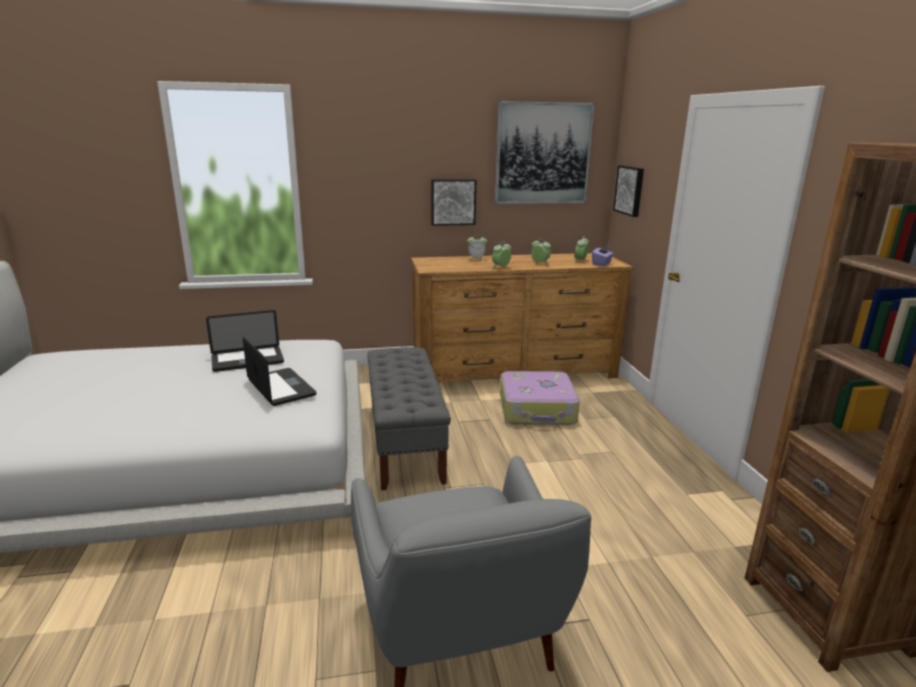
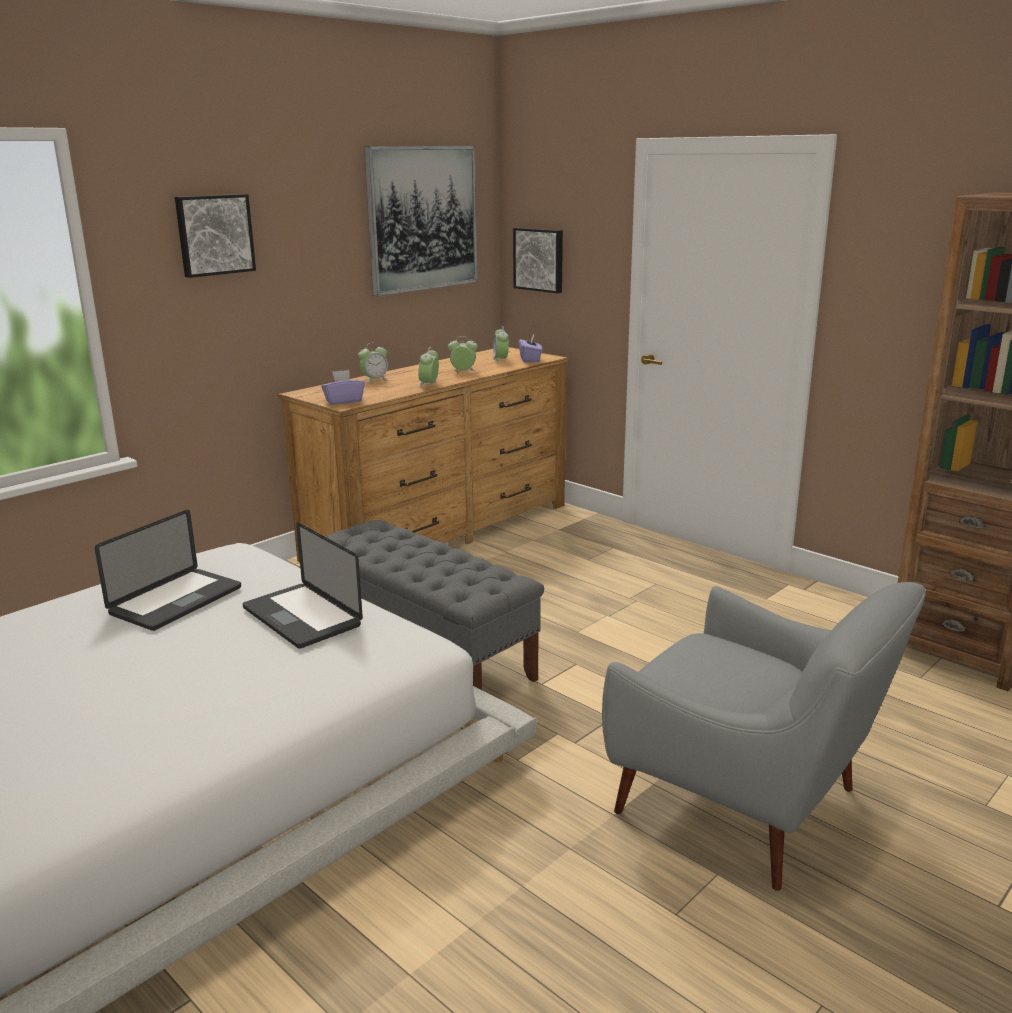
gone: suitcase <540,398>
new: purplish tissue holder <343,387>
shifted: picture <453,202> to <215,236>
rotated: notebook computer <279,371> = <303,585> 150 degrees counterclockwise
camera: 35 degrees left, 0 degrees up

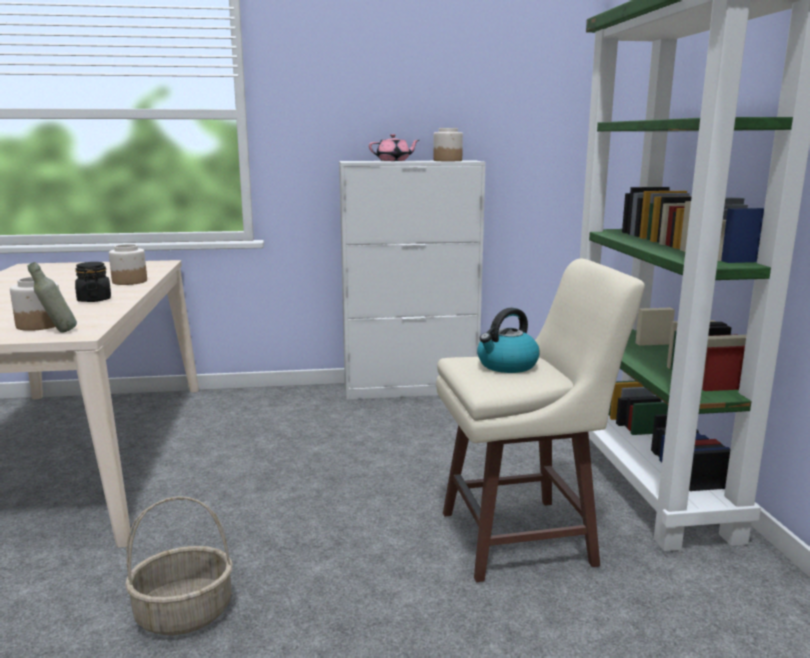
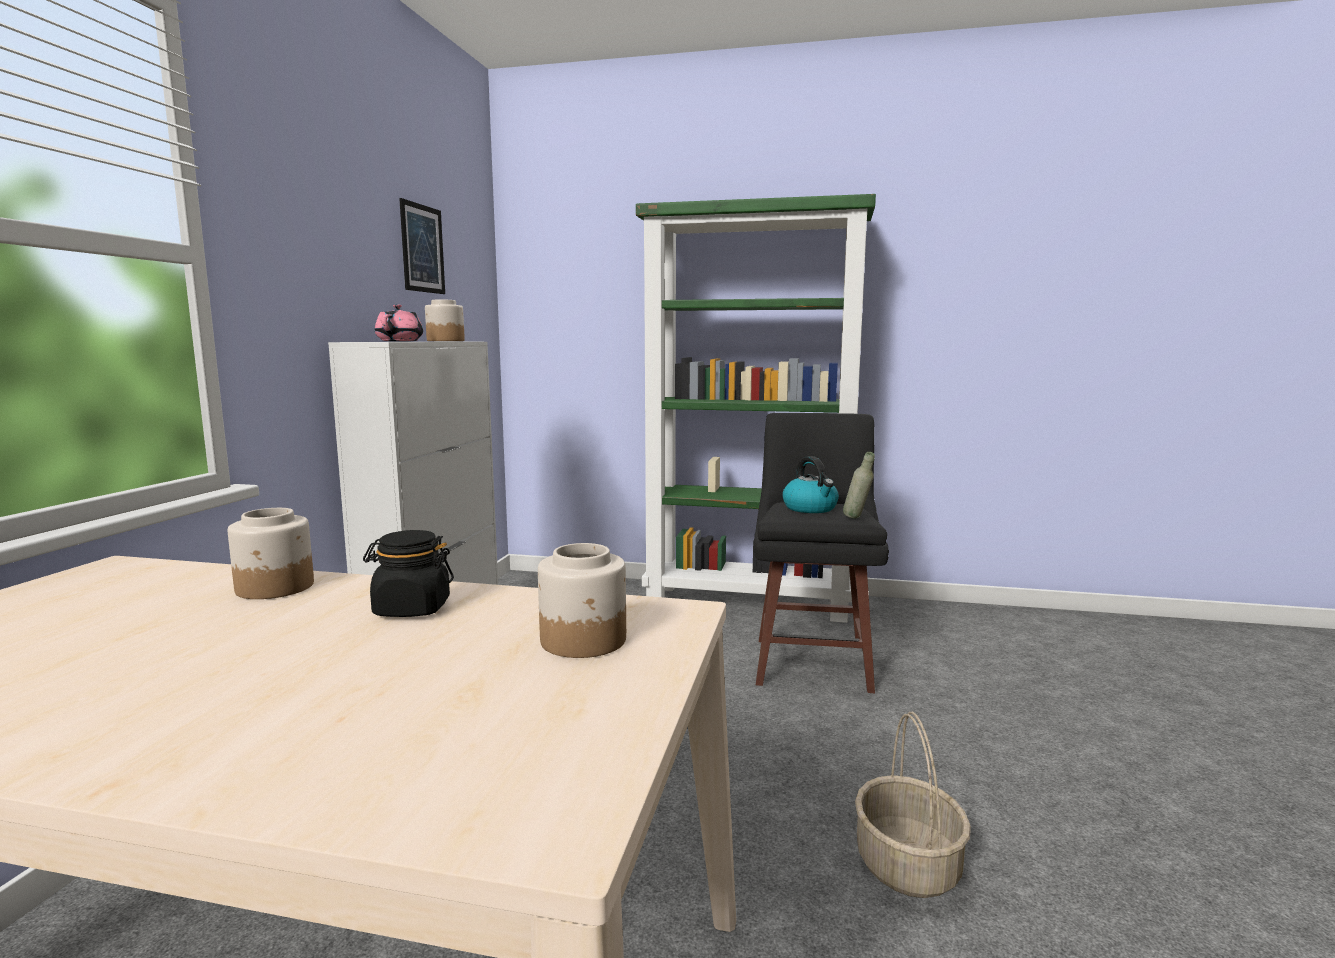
new: picture <422,246>
shifted: grey bottle <52,297> to <859,485>
repainted: sand-coloured stool seat <540,420> to blackish stool seat <821,553>
camera: 70 degrees left, 5 degrees down

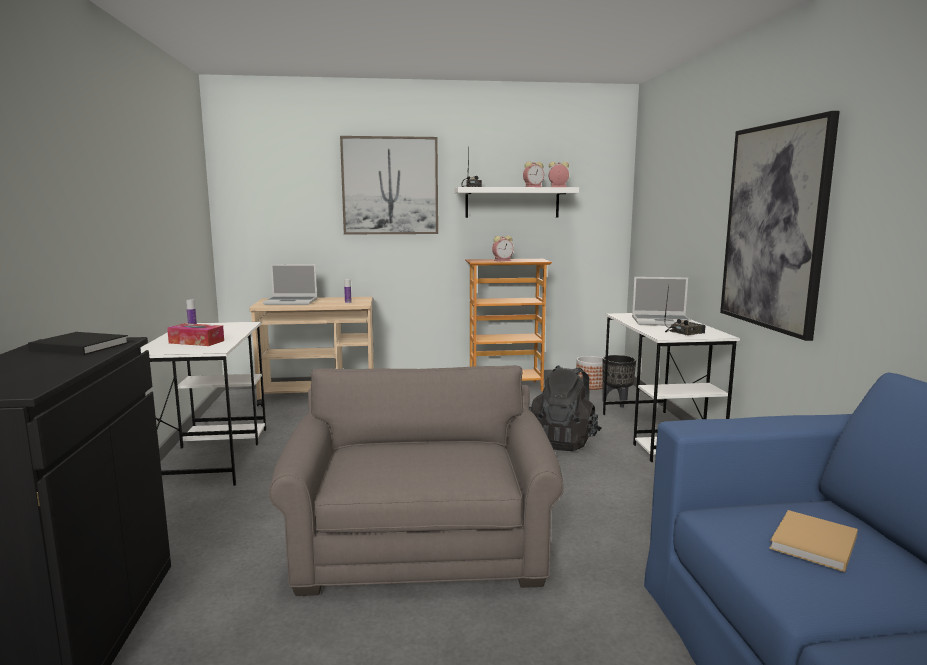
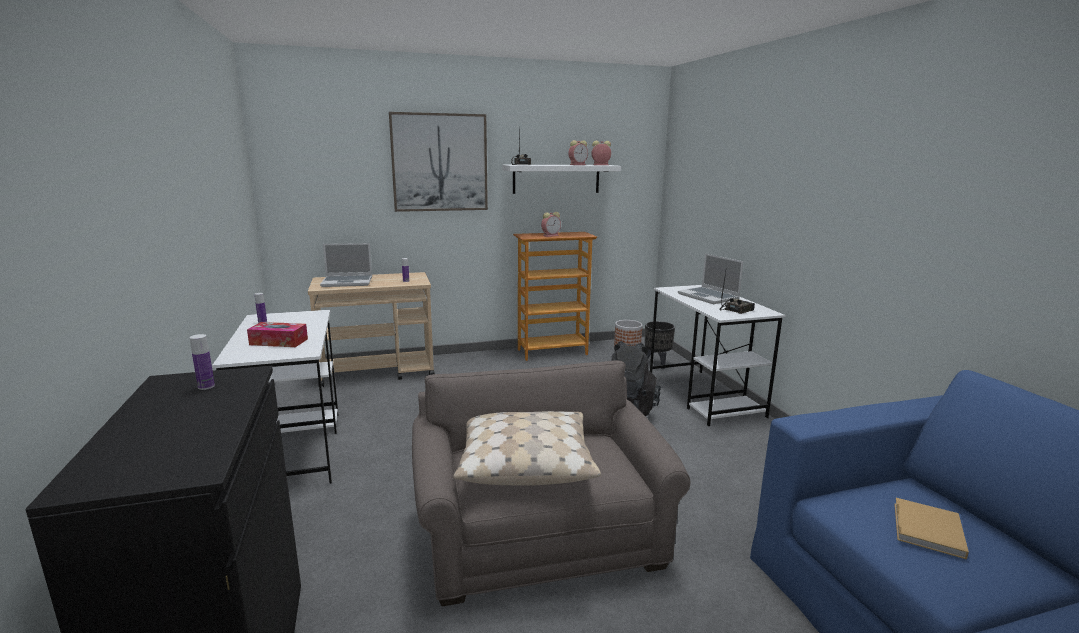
gone: picture <780,226>
new: sand-coloured throw pillow <527,448>
swapped: blackish book <78,343> to bottle <202,362>
rotated: notebook computer <663,301> = <711,279> 60 degrees clockwise
camera: 10 degrees left, 5 degrees up

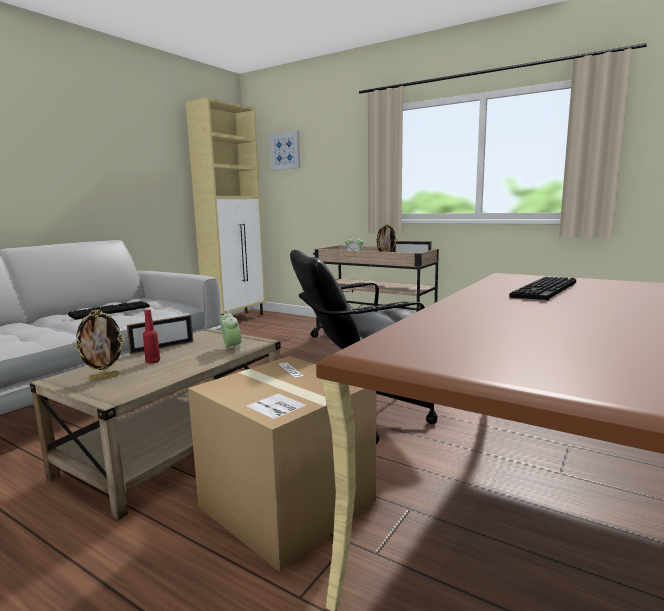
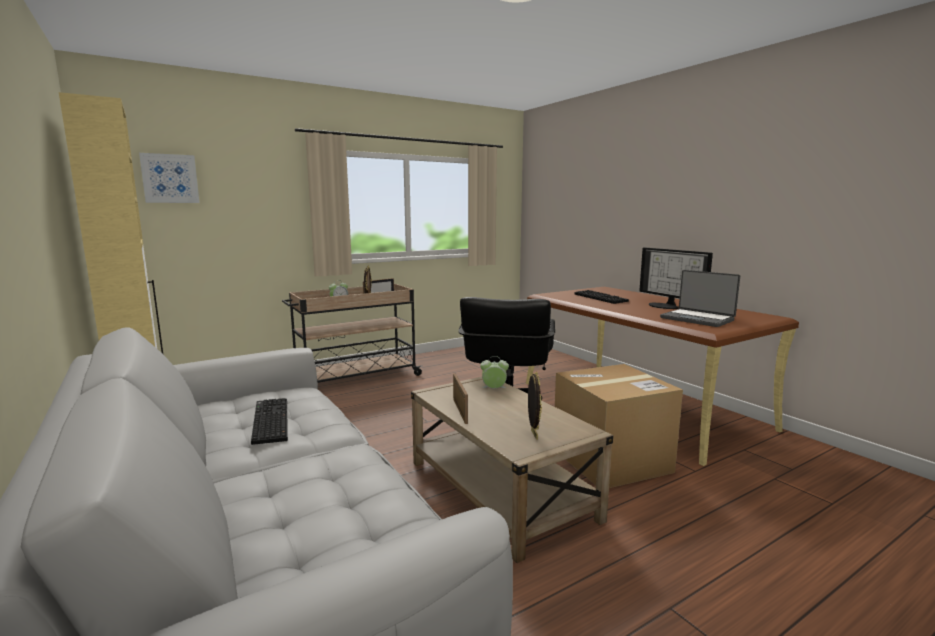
gone: red-coloured bottle <151,336>
new: computer display <676,278>; notebook computer <700,298>
camera: 65 degrees left, 0 degrees up

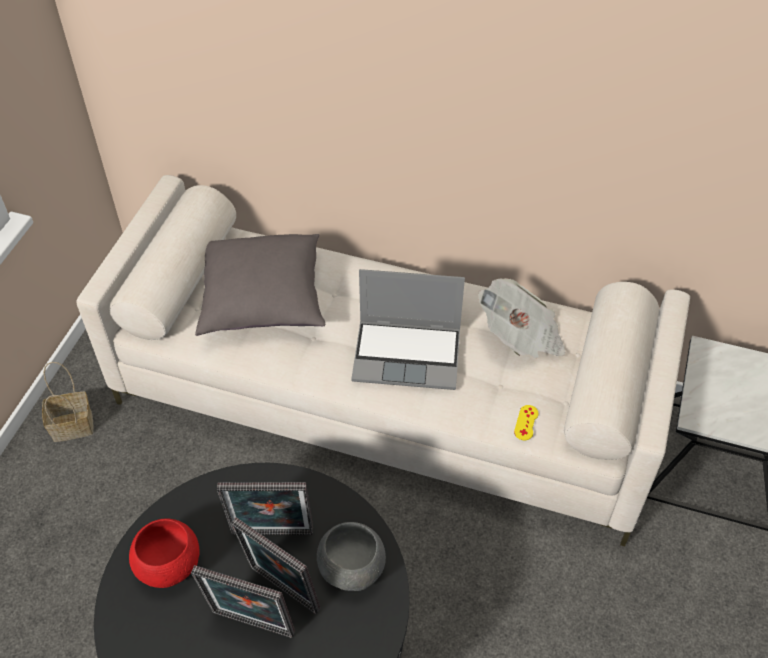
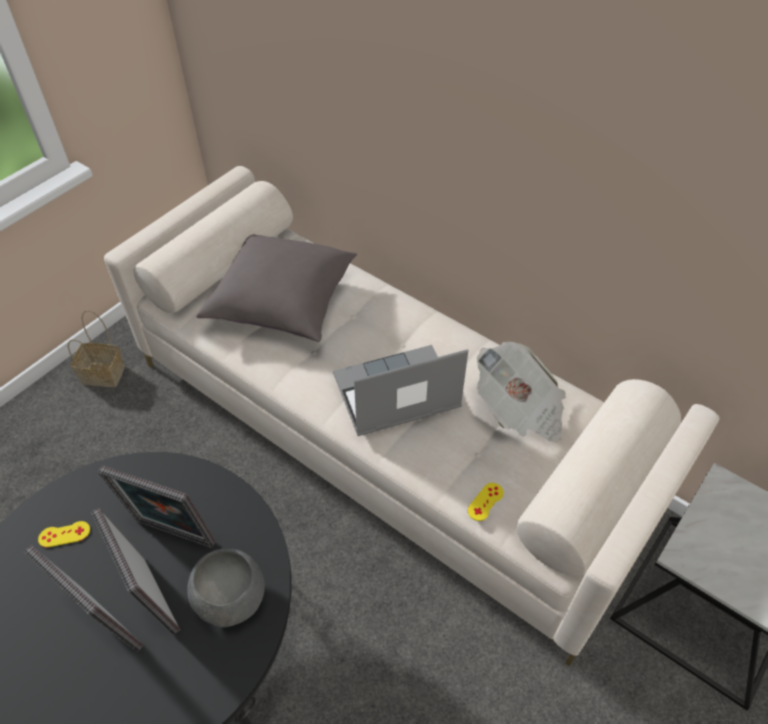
swapped: red-coloured deep dish <164,553> to yellow joypad <64,534>
rotated: notebook computer <408,329> = <400,390> 135 degrees clockwise
camera: 20 degrees right, 0 degrees up

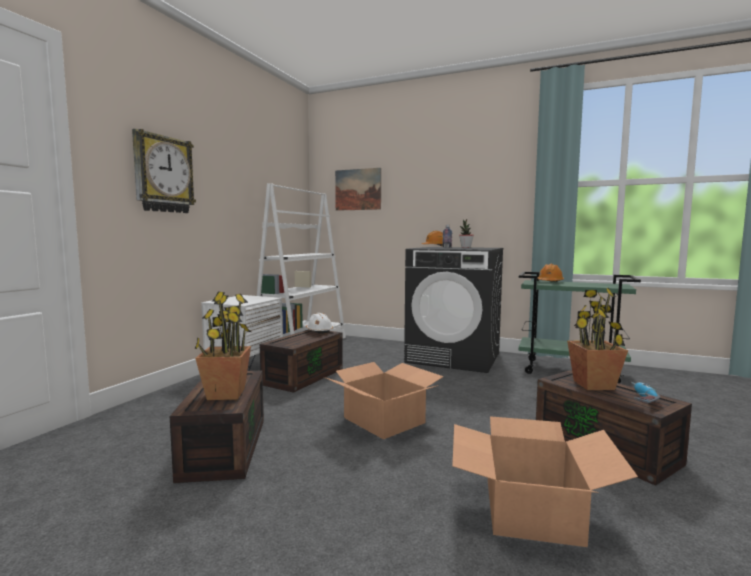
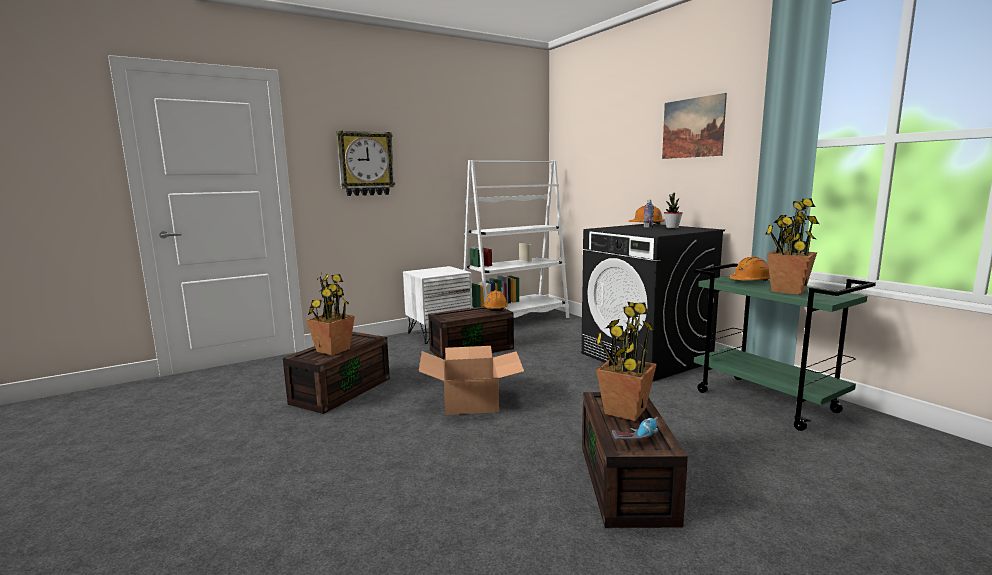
gone: cardboard box <545,481>
new: plant in a pot <792,247>
shifted: picture <358,189> to <694,126>
repainted: whitish work helmet <319,323> to orangey work helmet <496,301>
camera: 35 degrees right, 5 degrees up

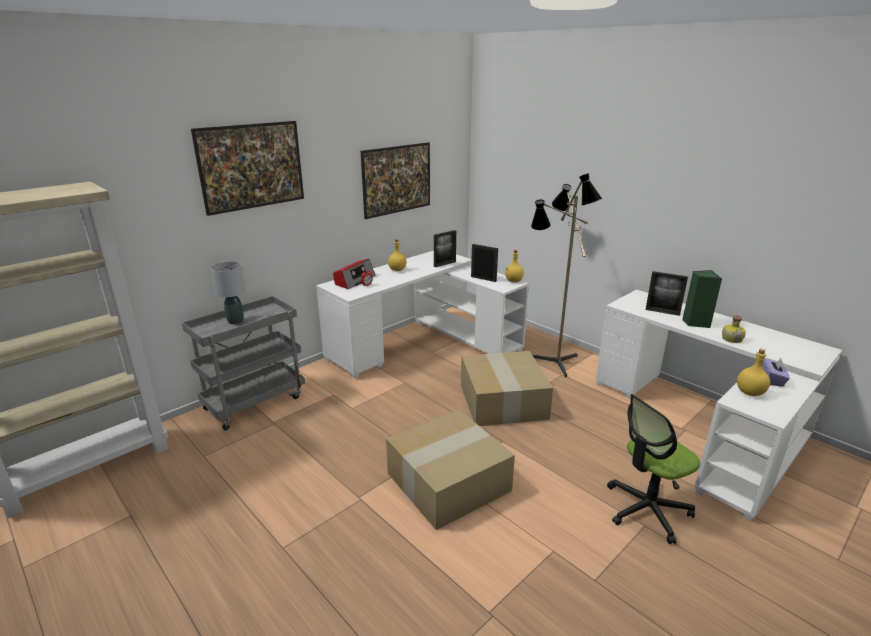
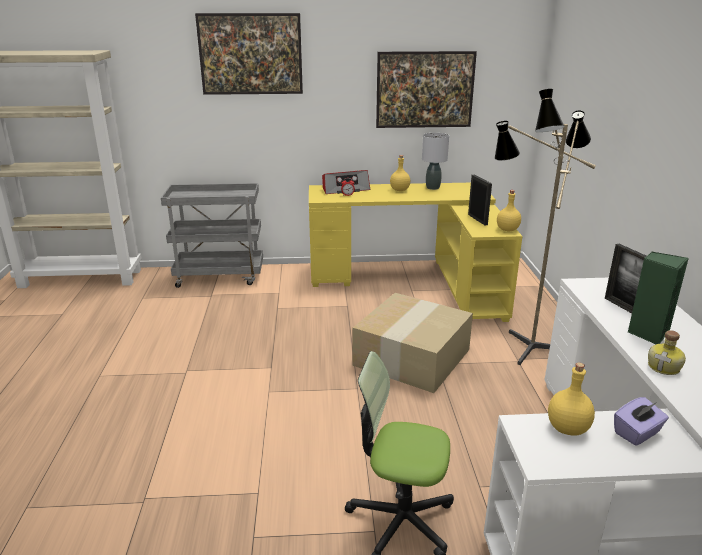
gone: cardboard box <450,470>; photo frame <445,248>
shifted: grey lamp for a table <228,292> to <435,161>
repainted: whitish desk <422,314> to yellow desk <416,252>
camera: 40 degrees right, 0 degrees up

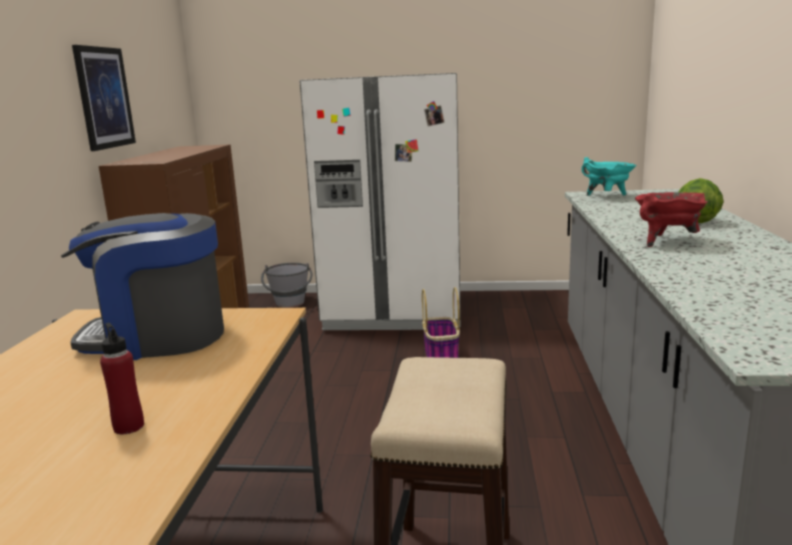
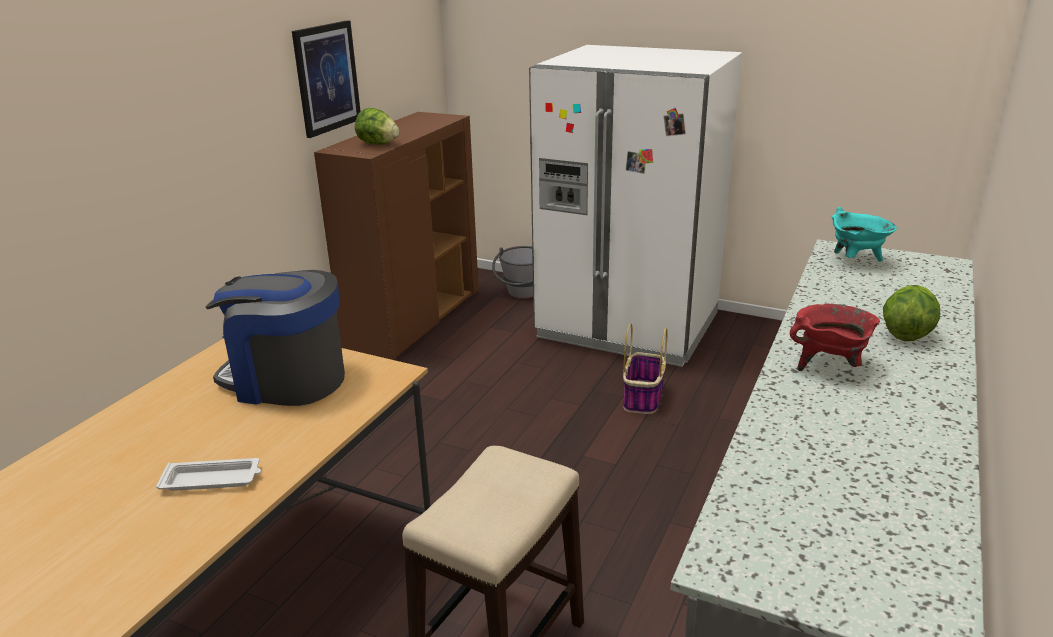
new: lettuce <377,126>
swapped: red-coloured bottle <122,378> to whitish carrying tray <208,474>
camera: 20 degrees right, 10 degrees up

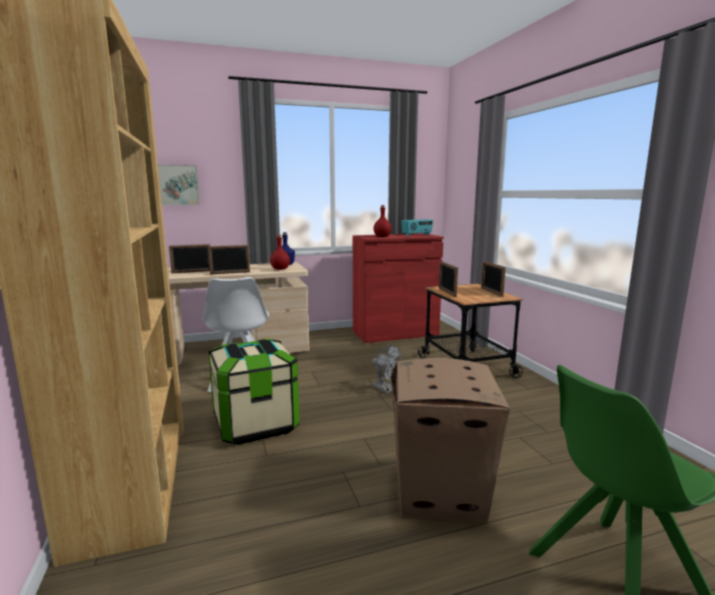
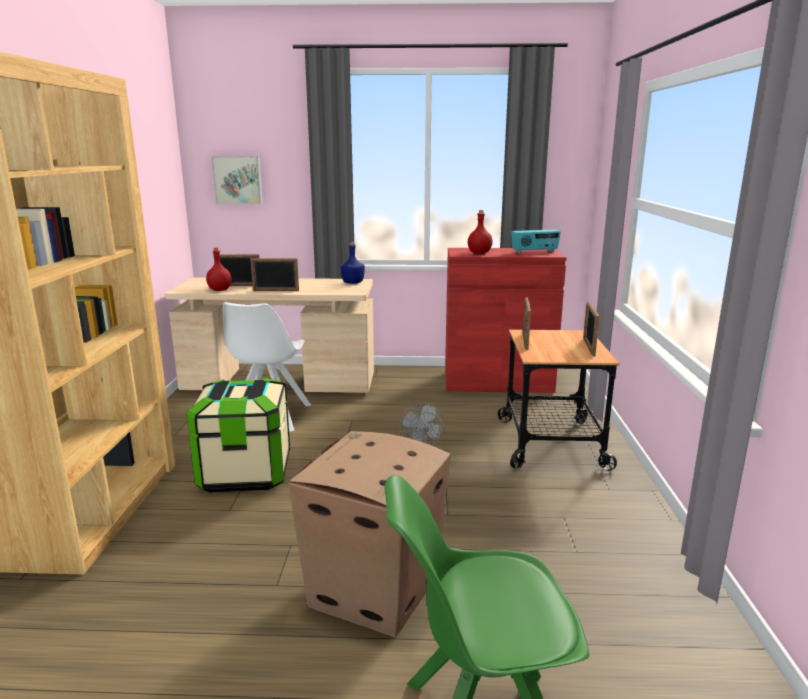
shifted: red-coloured bottle <280,252> to <219,269>
camera: 20 degrees right, 5 degrees up

